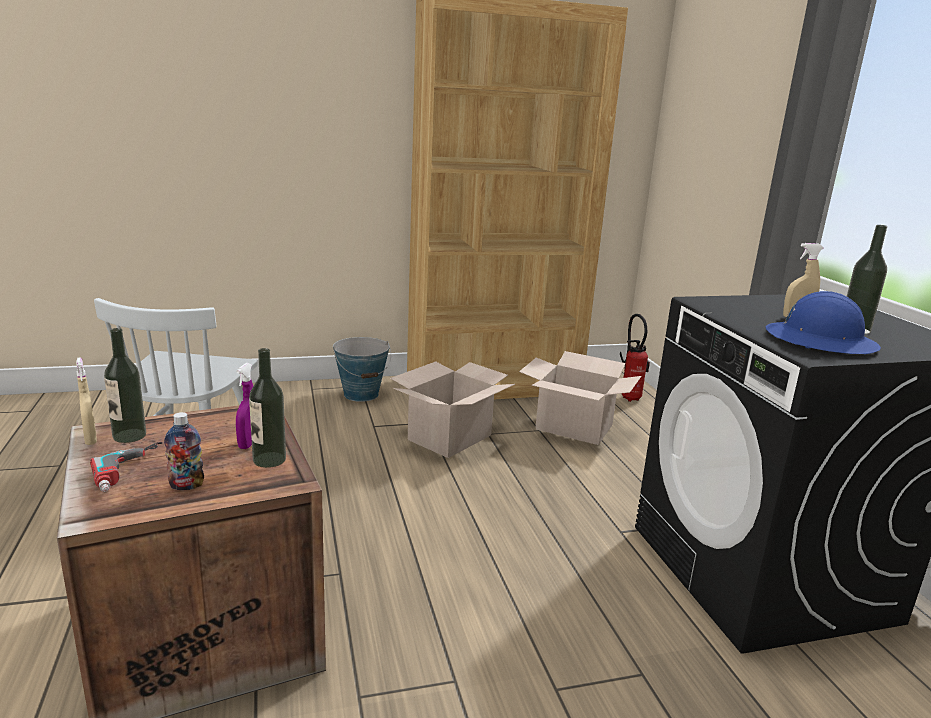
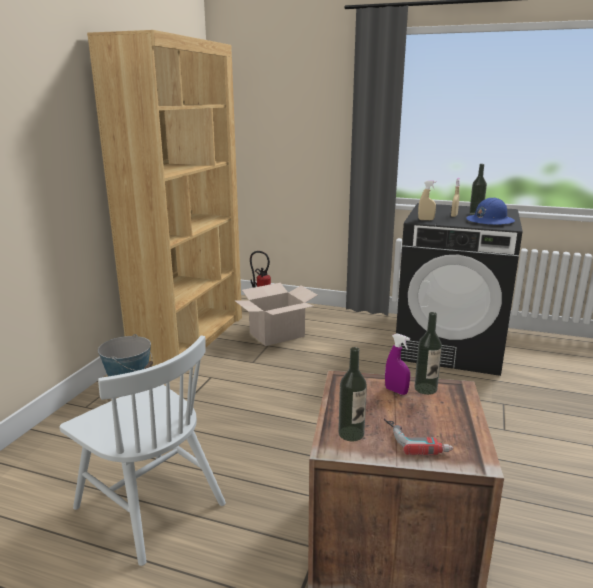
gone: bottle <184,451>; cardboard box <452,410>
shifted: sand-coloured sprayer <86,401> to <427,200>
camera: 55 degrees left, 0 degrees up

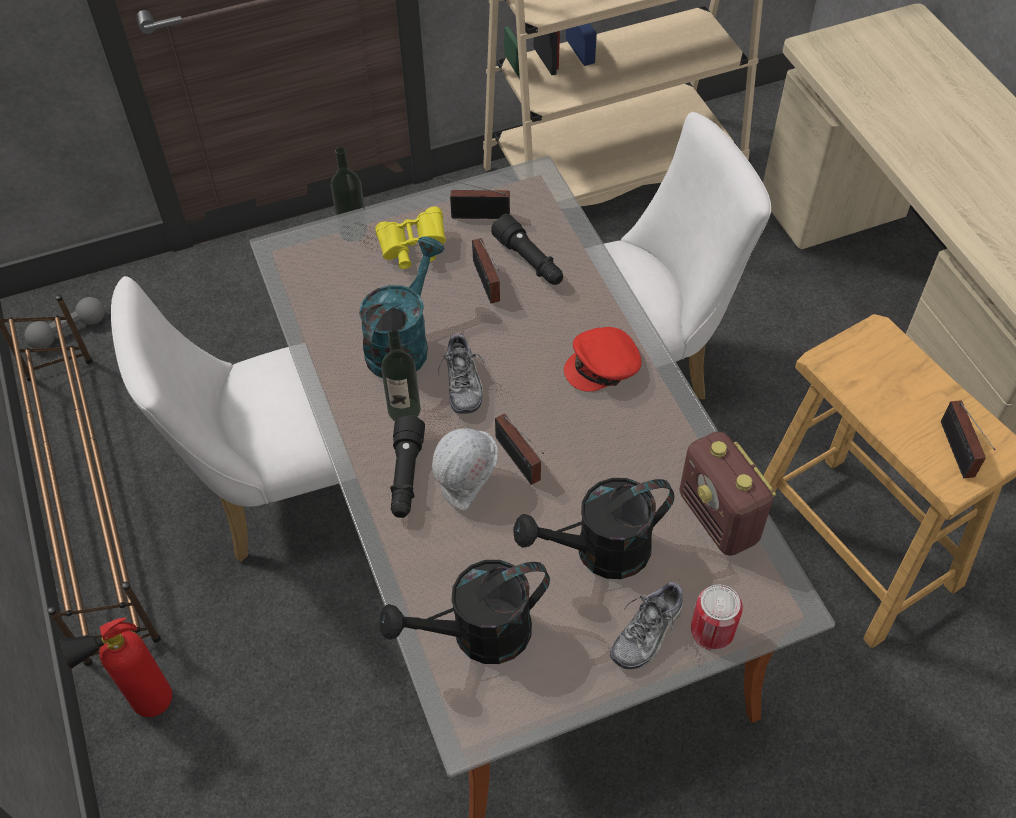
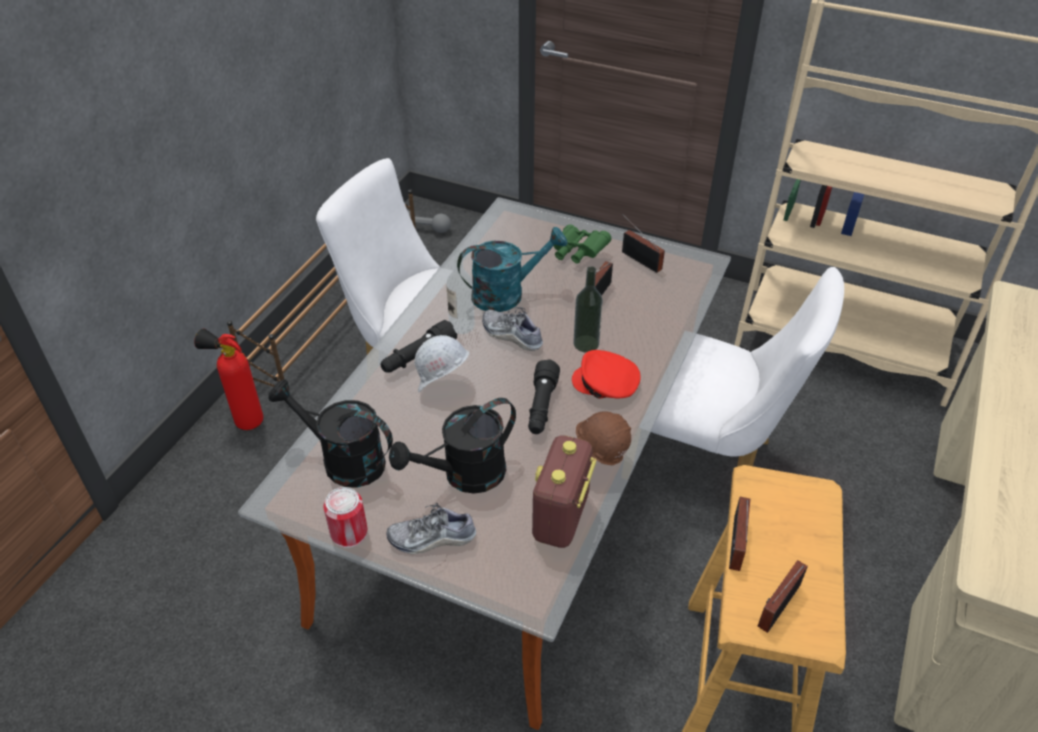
new: brownish work helmet <603,438>
shifted: bottle <349,194> to <588,309>; blackish torch <527,249> to <544,396>; radio <519,449> to <739,534>; metal can <717,617> to <345,517>
repainted: yellow field glasses <410,238> to greenish field glasses <582,244>
rotated: item of footwear <462,372> = <512,329> 90 degrees clockwise; blackish watering can <593,528> = <452,446> 60 degrees counterclockwise
camera: 45 degrees right, 10 degrees down

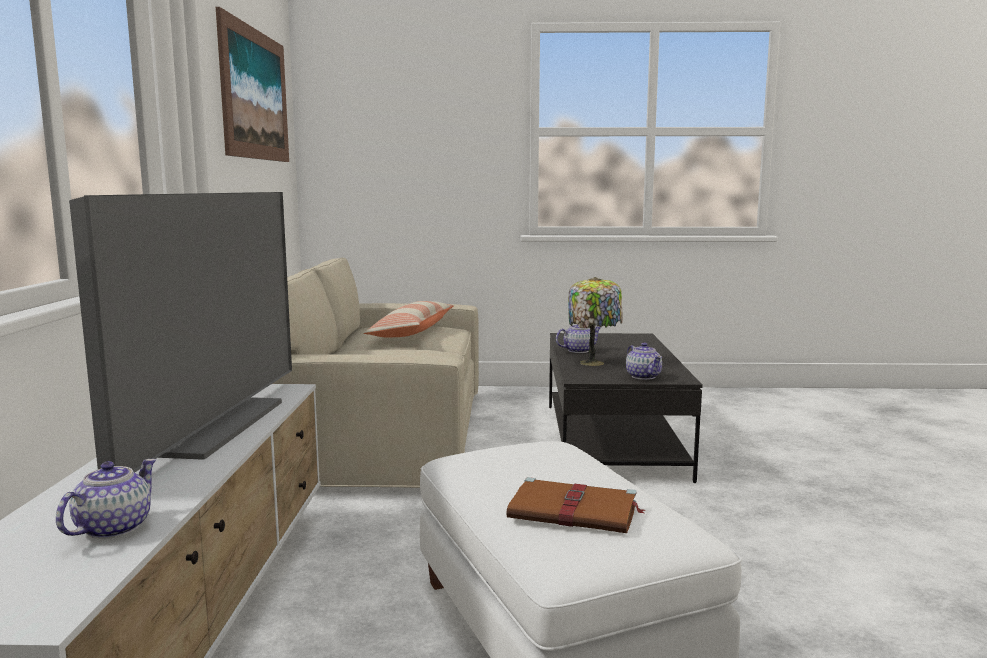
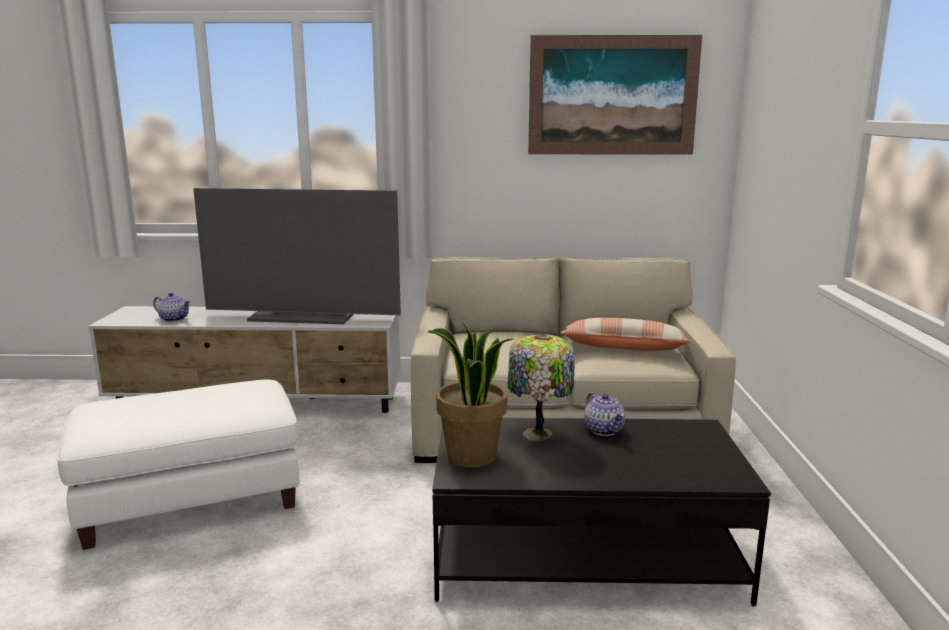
gone: brownish book <575,505>
swapped: tea pot <644,361> to plant in a pot <470,395>
camera: 90 degrees right, 5 degrees up

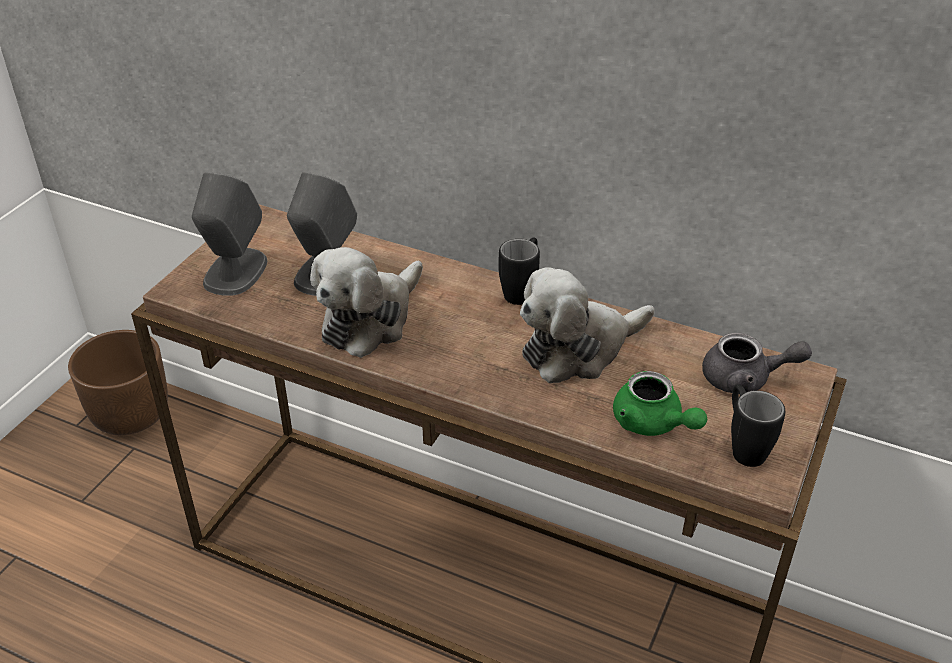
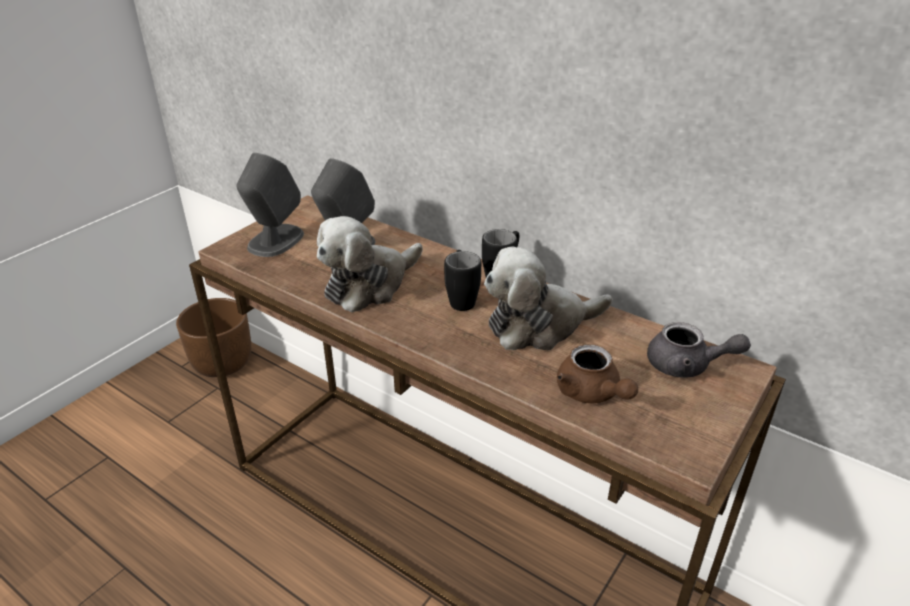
shifted: blackish tea mug <758,425> to <462,280>
repainted: greenish tea pot <660,403> to brownish tea pot <597,374>
camera: 10 degrees right, 5 degrees down

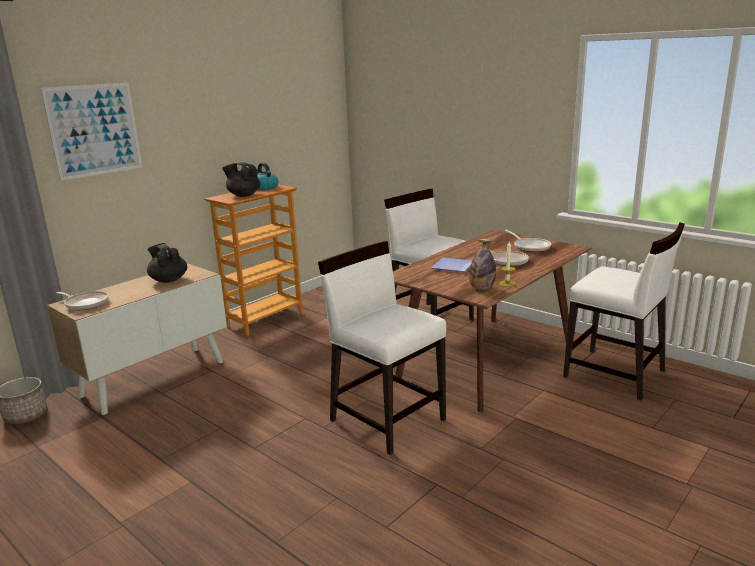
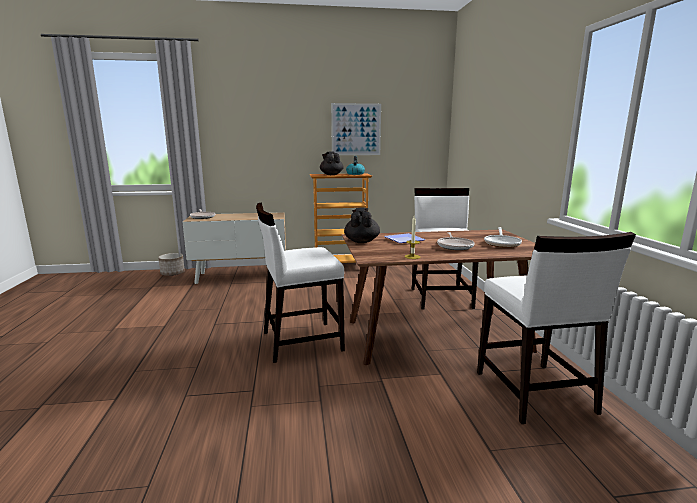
gone: bottle <482,264>
shifted: picture <91,132> to <356,129>; blackish tea pot <167,263> to <362,225>
rotated: whitish plain chair <382,348> = <300,282> 105 degrees counterclockwise
camera: 40 degrees right, 5 degrees down

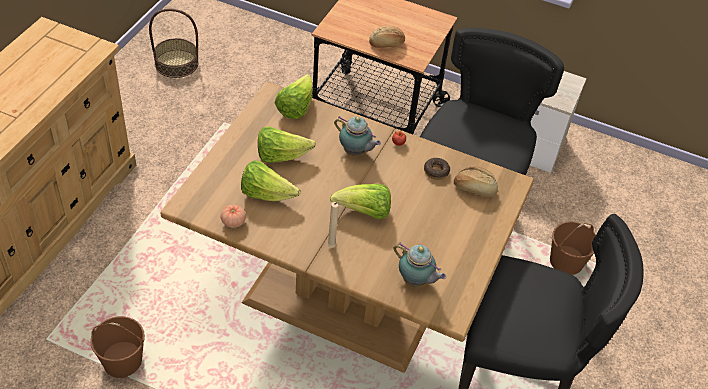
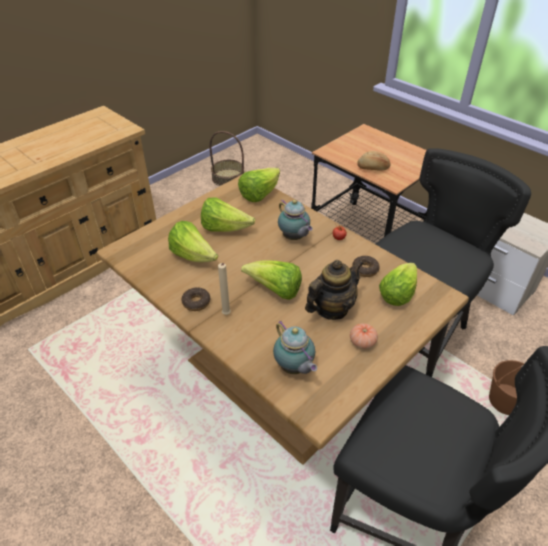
gone: brownish water bucket <117,347>
new: donut <195,299>; tea pot <334,290>
shifted: tomato <233,216> to <364,336>
swapped: baked bread <476,181> to lettuce <398,284>
camera: 25 degrees right, 5 degrees down

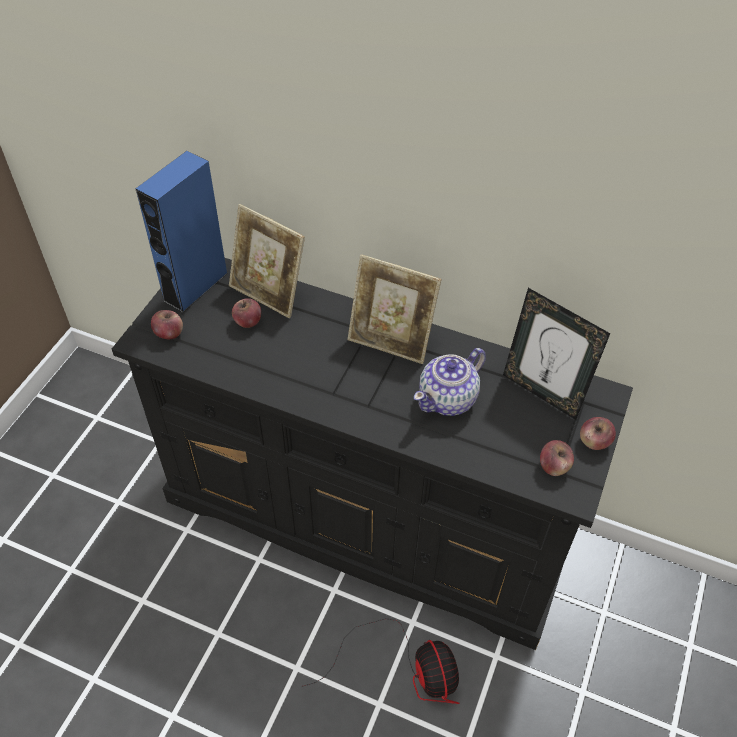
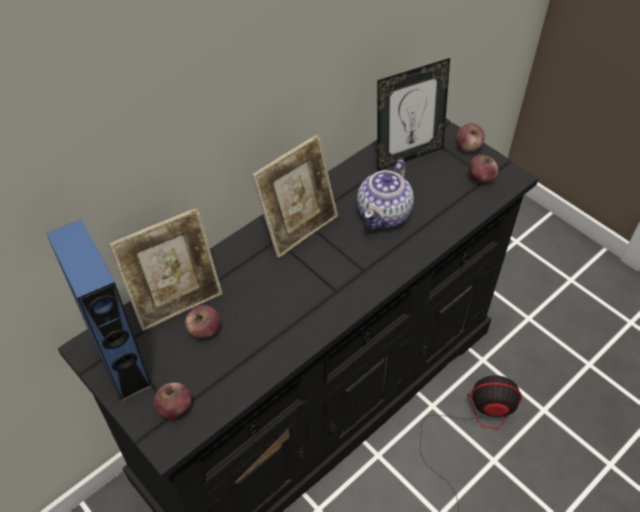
rotated: tea pot <450,382> = <385,194> 45 degrees clockwise
camera: 65 degrees left, 0 degrees up

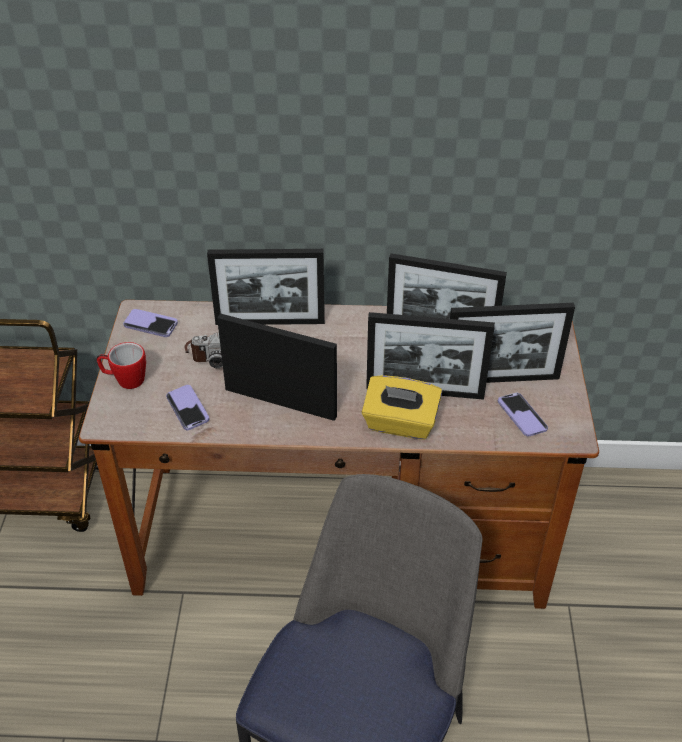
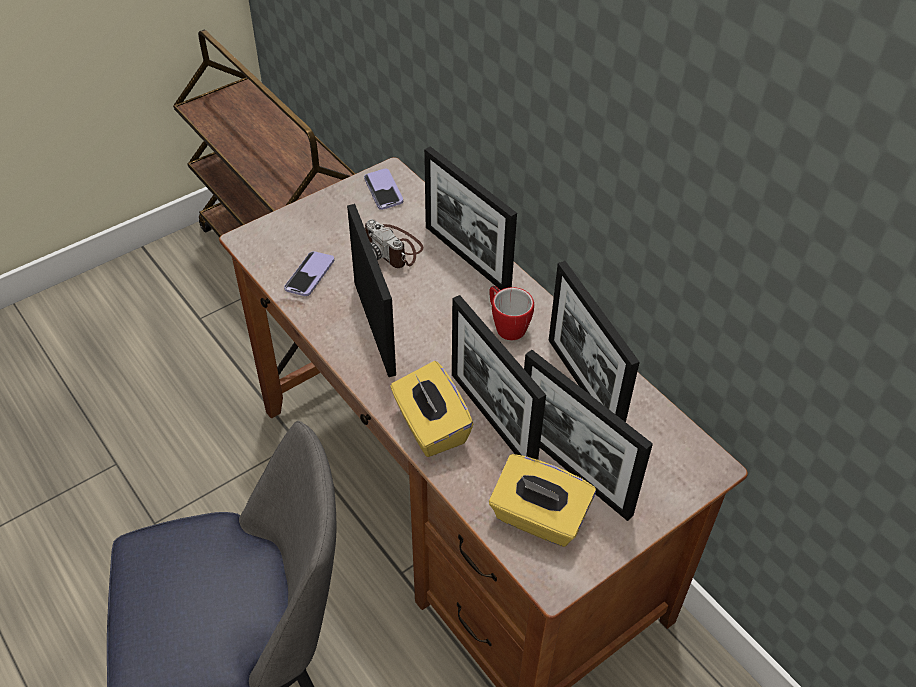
shifted: tea mug <121,365> to <511,313>
swapped: telephone <523,414> to yellow tissue holder <542,500>
camera: 50 degrees right, 5 degrees up

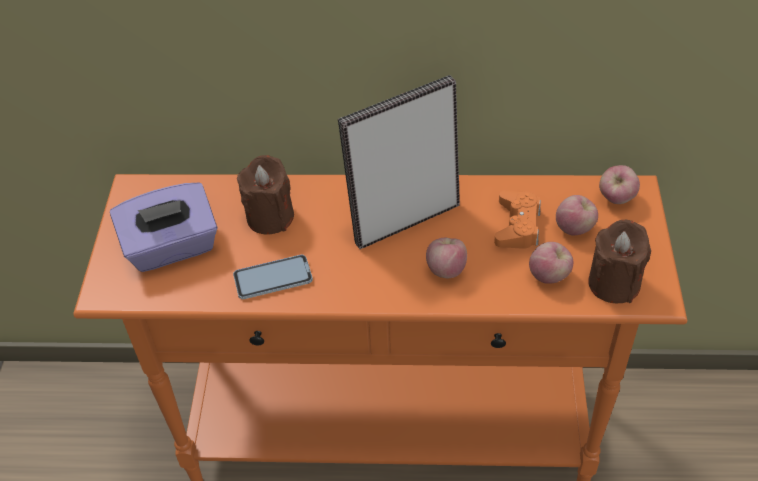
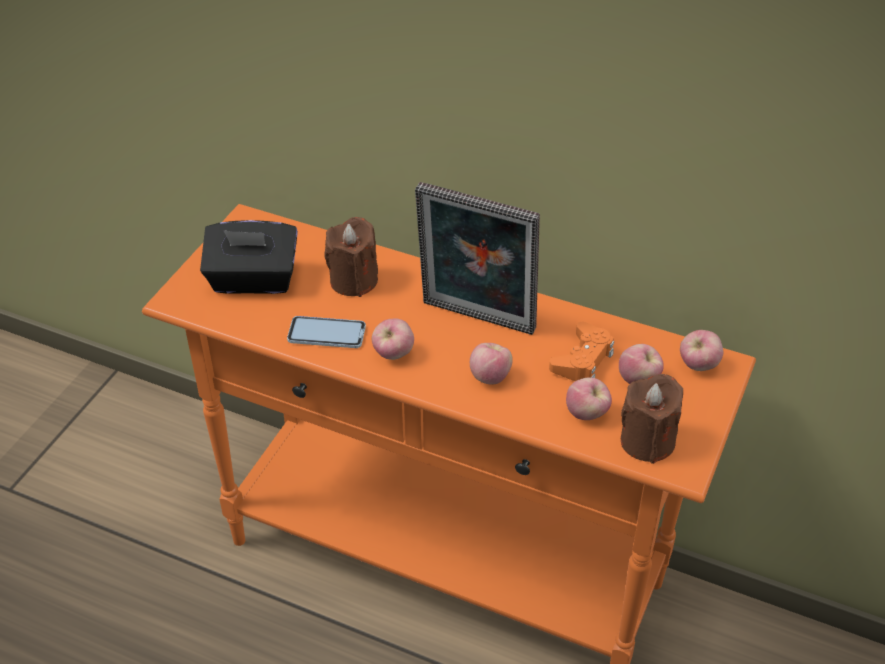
new: apple fruit <392,339>
repainted: purplish tissue holder <164,227> to blackish tissue holder <249,257>
rotated: photo frame <399,162> = <477,258> 150 degrees counterclockwise
camera: 20 degrees right, 5 degrees down

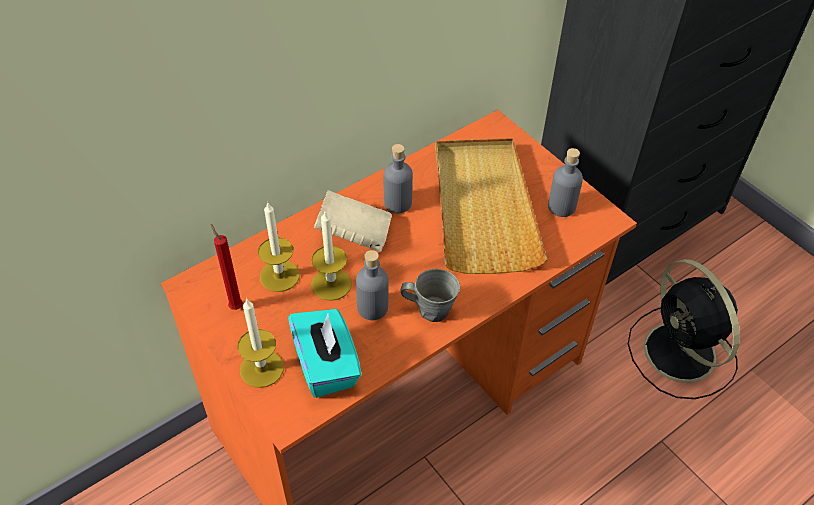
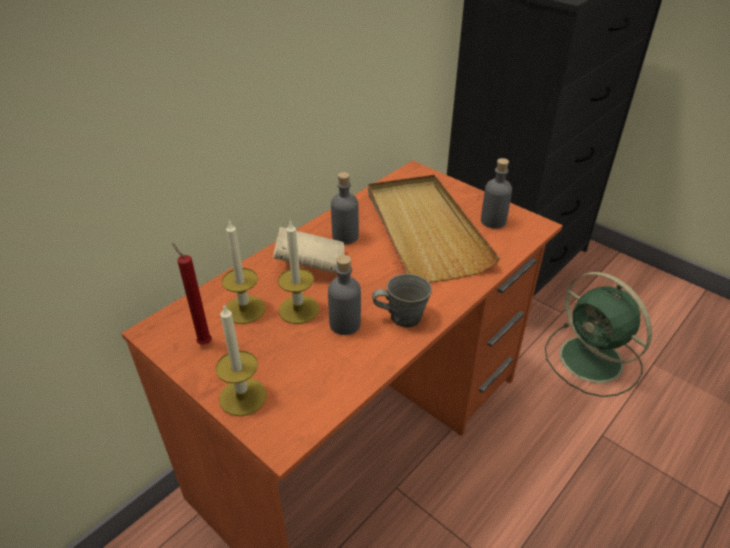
gone: turquoise-coloured tissue holder <325,353>
repainted: blackish cooling fan <684,329> to greenish cooling fan <598,334>
camera: 10 degrees left, 10 degrees down

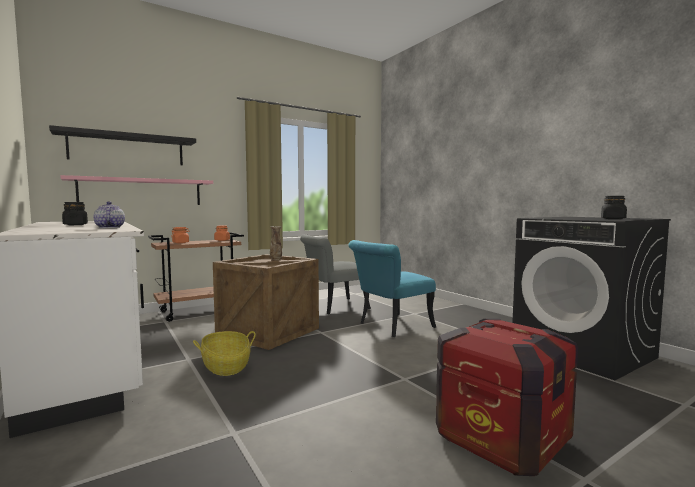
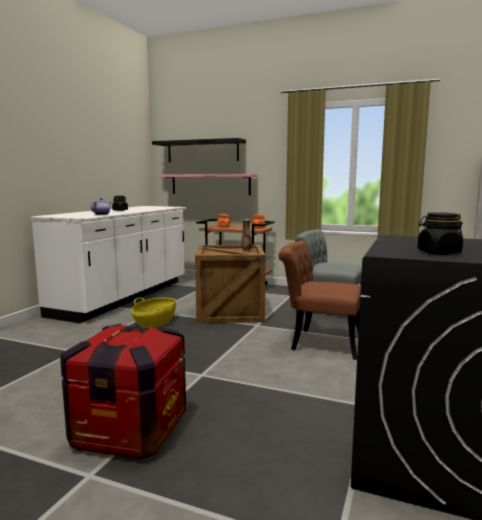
repainted: turquoise-coloured plain chair <392,288> to brownish plain chair <319,300>
camera: 55 degrees right, 5 degrees up

